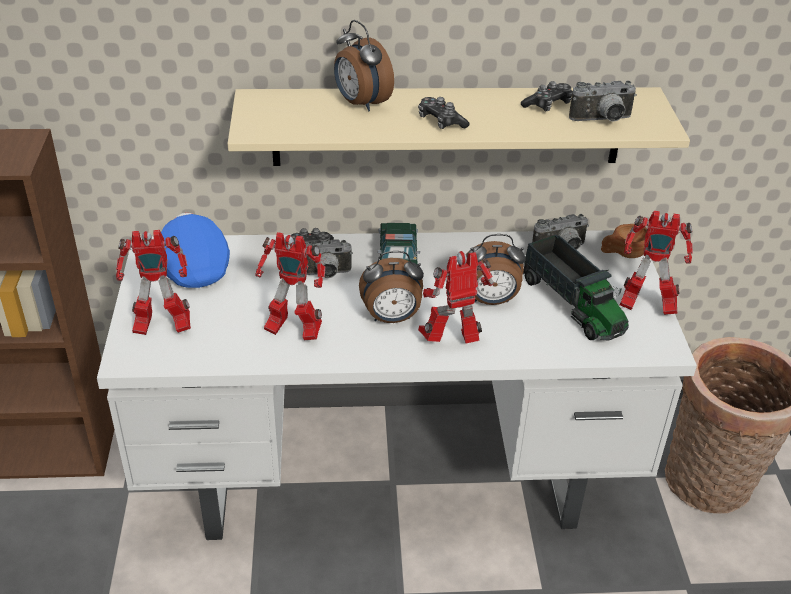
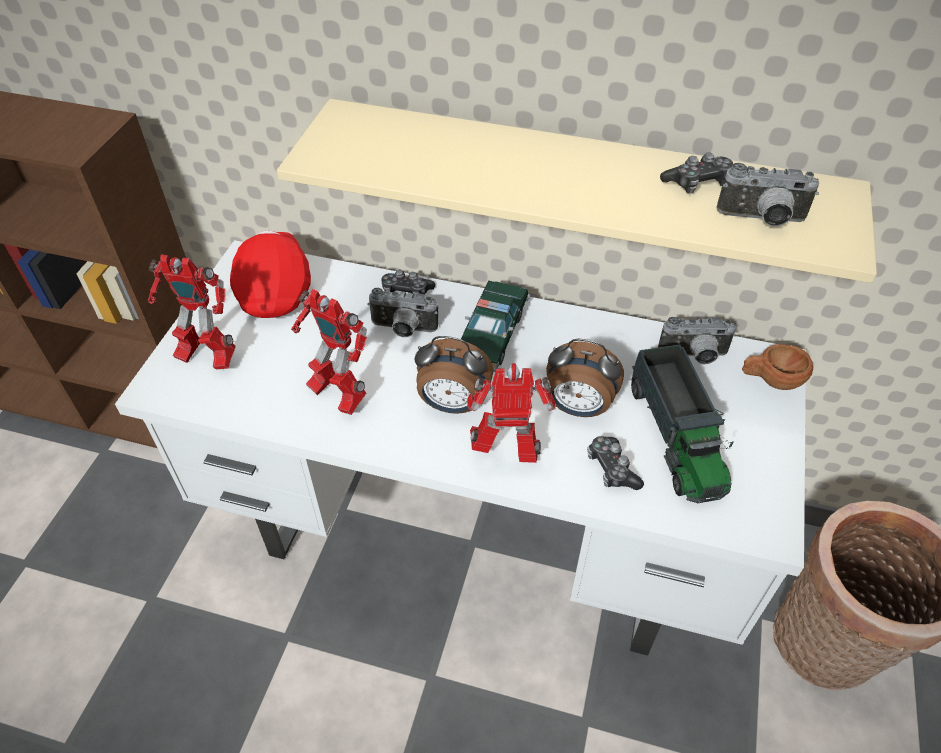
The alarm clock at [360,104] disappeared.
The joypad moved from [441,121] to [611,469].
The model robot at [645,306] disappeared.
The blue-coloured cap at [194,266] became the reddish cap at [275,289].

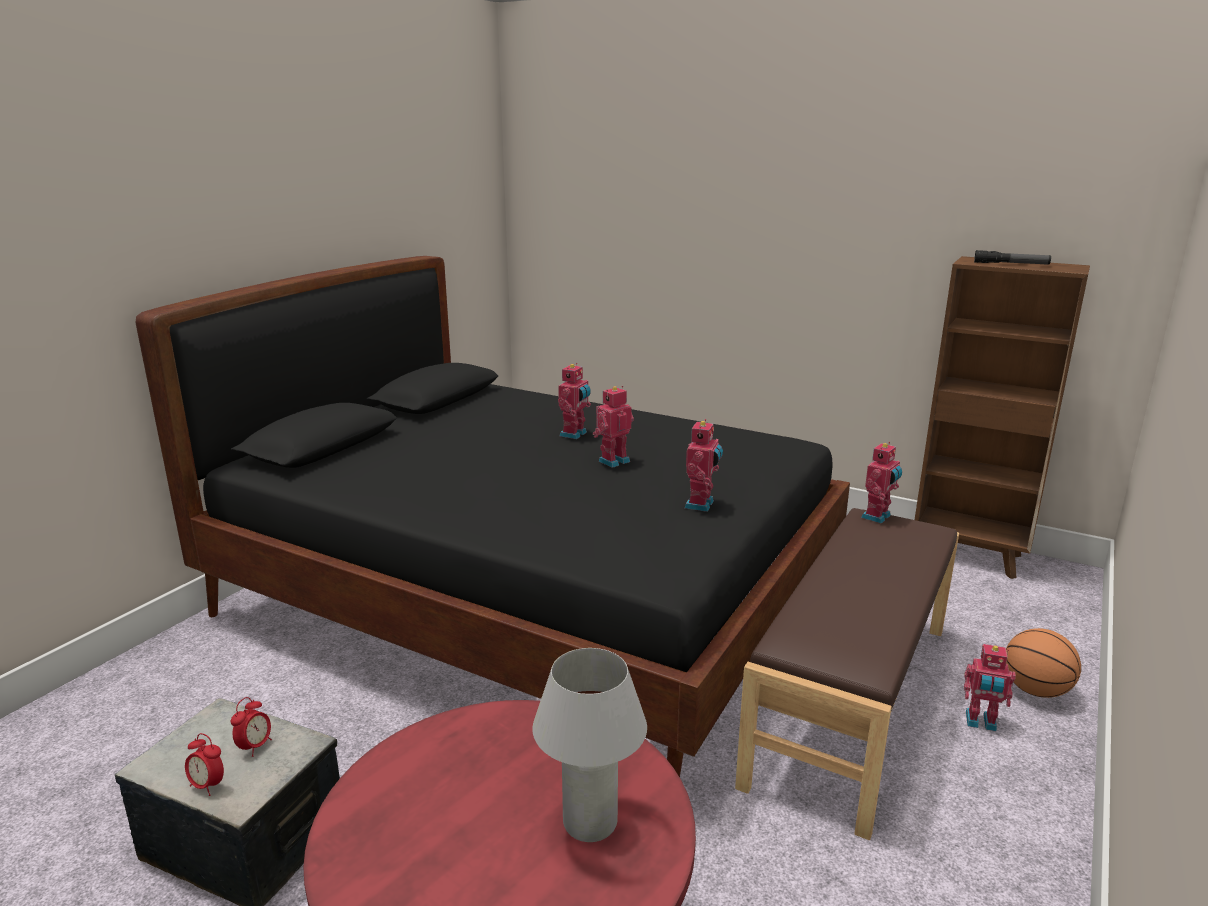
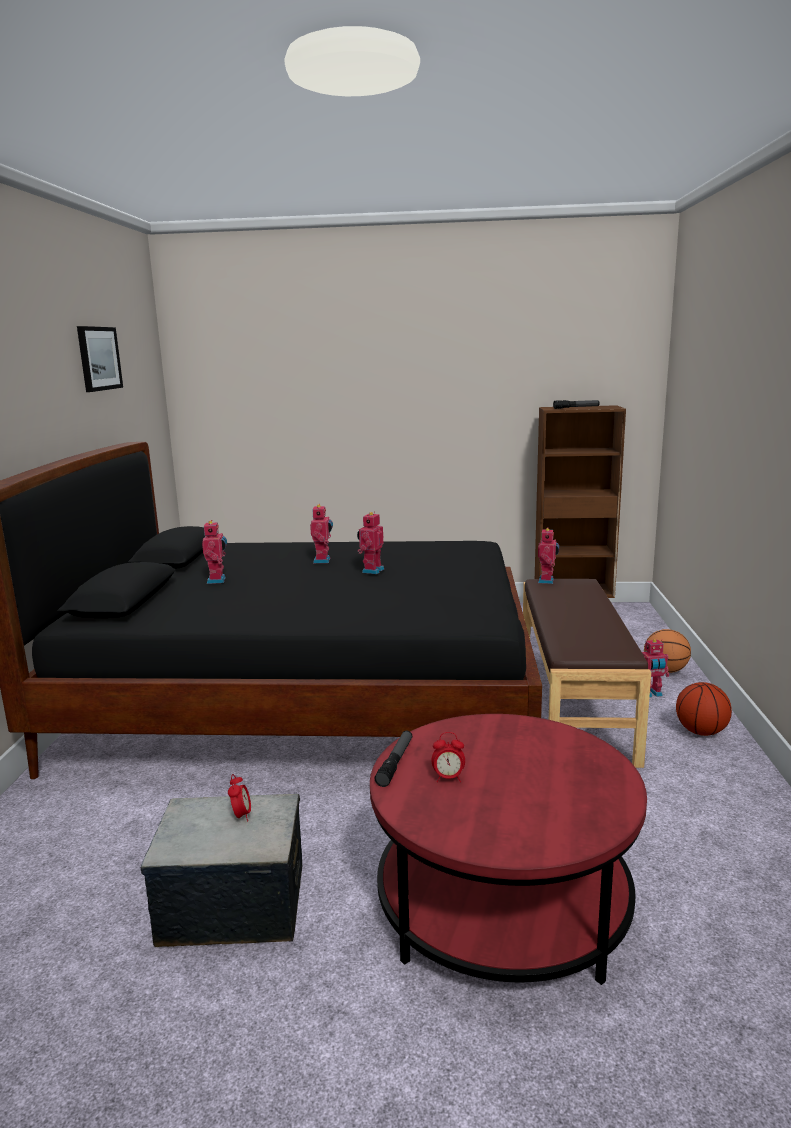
The model robot moved from [701,505] to [218,580].
The white-coloured table lamp at [590,823] disappeared.
The alarm clock moved from [208,785] to [448,778].
The picture at [98,358] appeared.
The ball for basketball at [700,732] appeared.
The torch at [395,763] appeared.

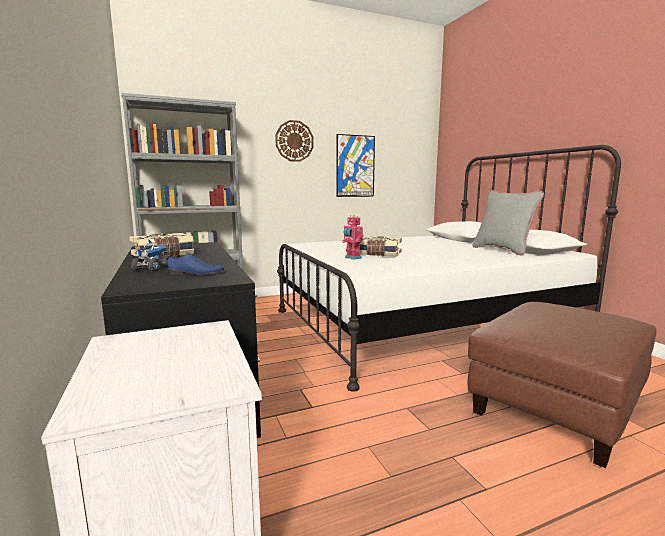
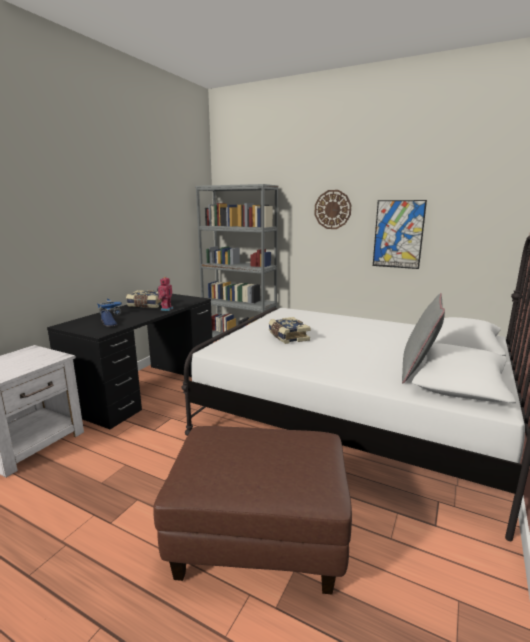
The model robot moved from [352,258] to [166,309].

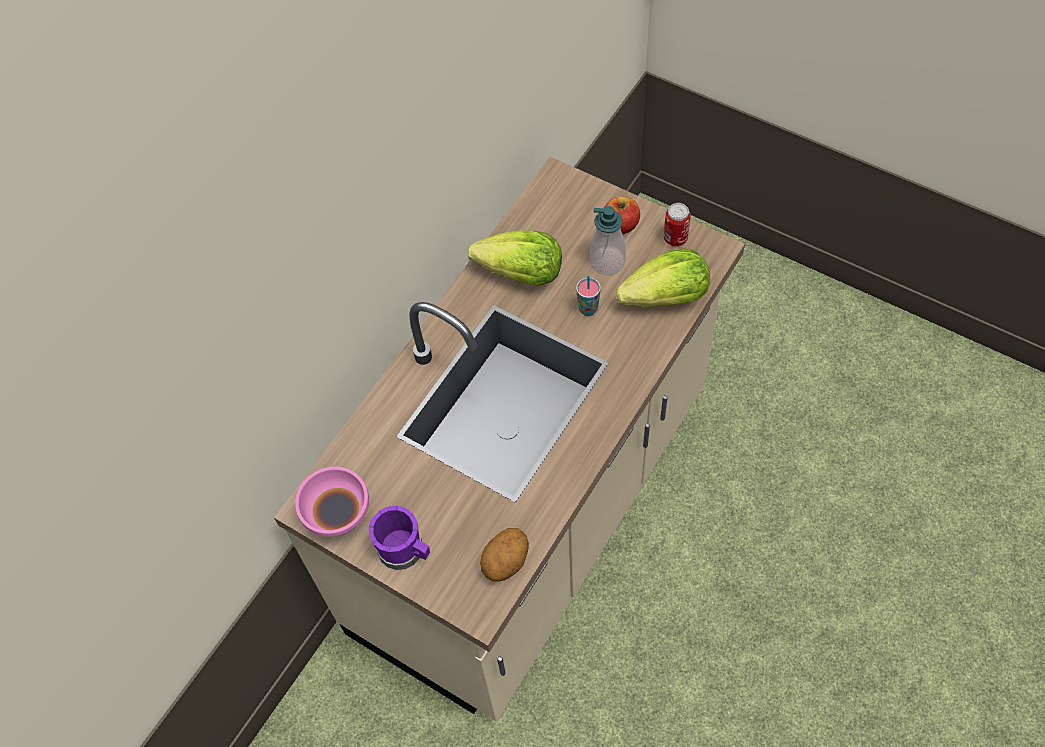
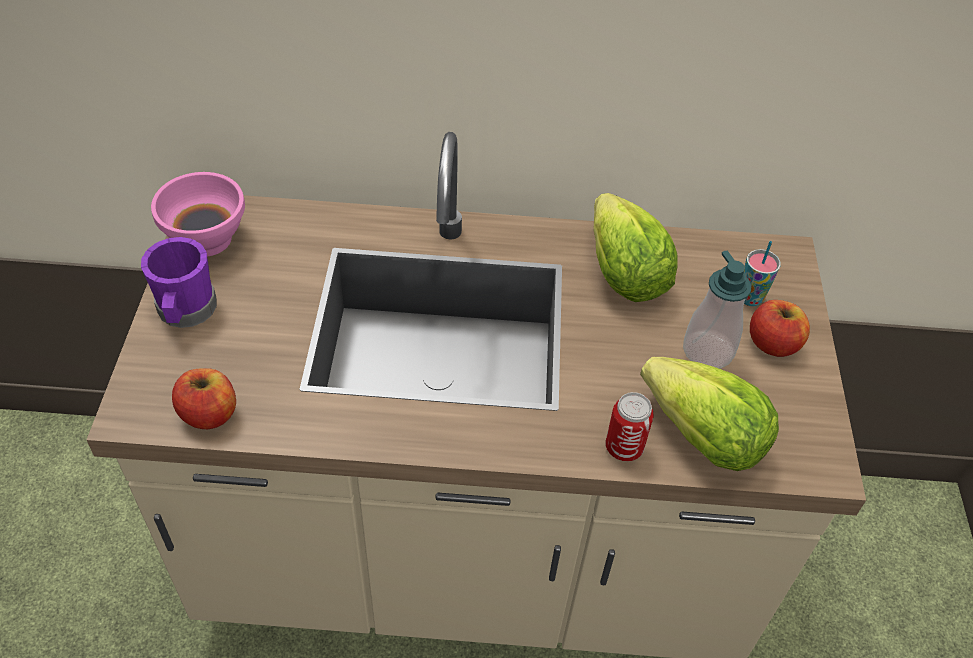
The sealed can moved from [675,238] to [624,447].
The drinking cup moved from [588,309] to [750,298].
The spud at [506,562] was replaced by the apple at [209,414].

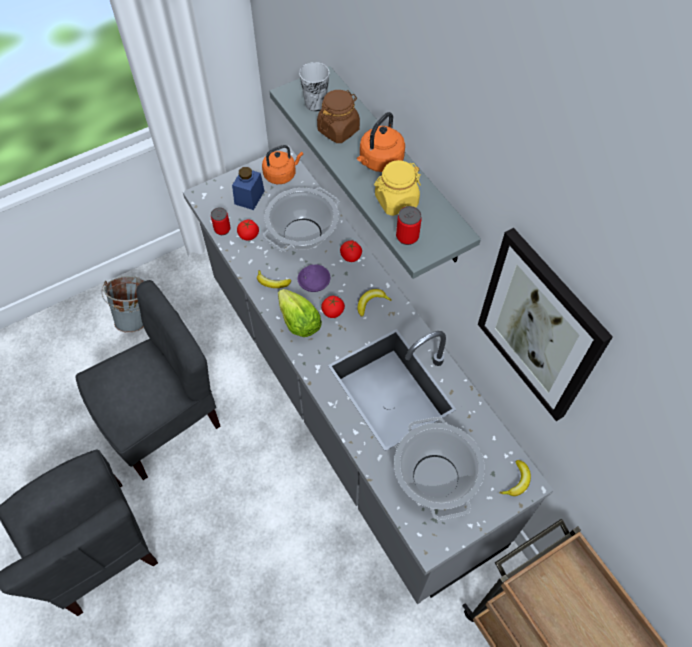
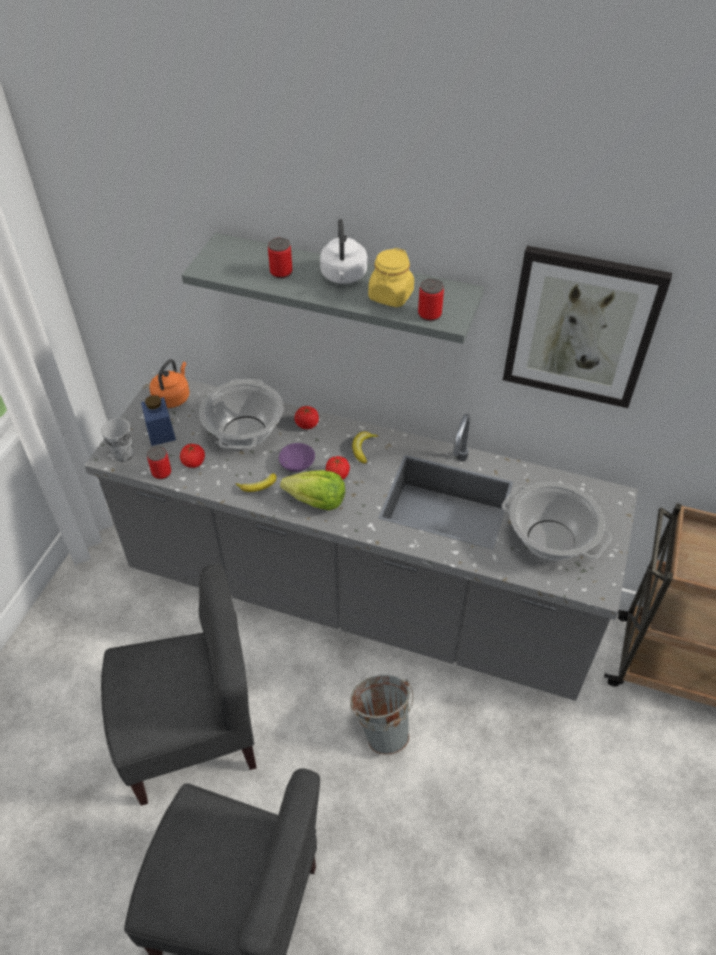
The drinking cup moved from [315,104] to [123,454].
The brown jar at [338,130] was replaced by the sealed can at [281,272].
The orange-coloured kettle at [379,162] became the white-coloured kettle at [343,277].
The gray pail moved from [136,316] to [381,728].
The gray plain chair at [163,420] turned 60 degrees clockwise.
The whole banana at [517,481] disappeared.

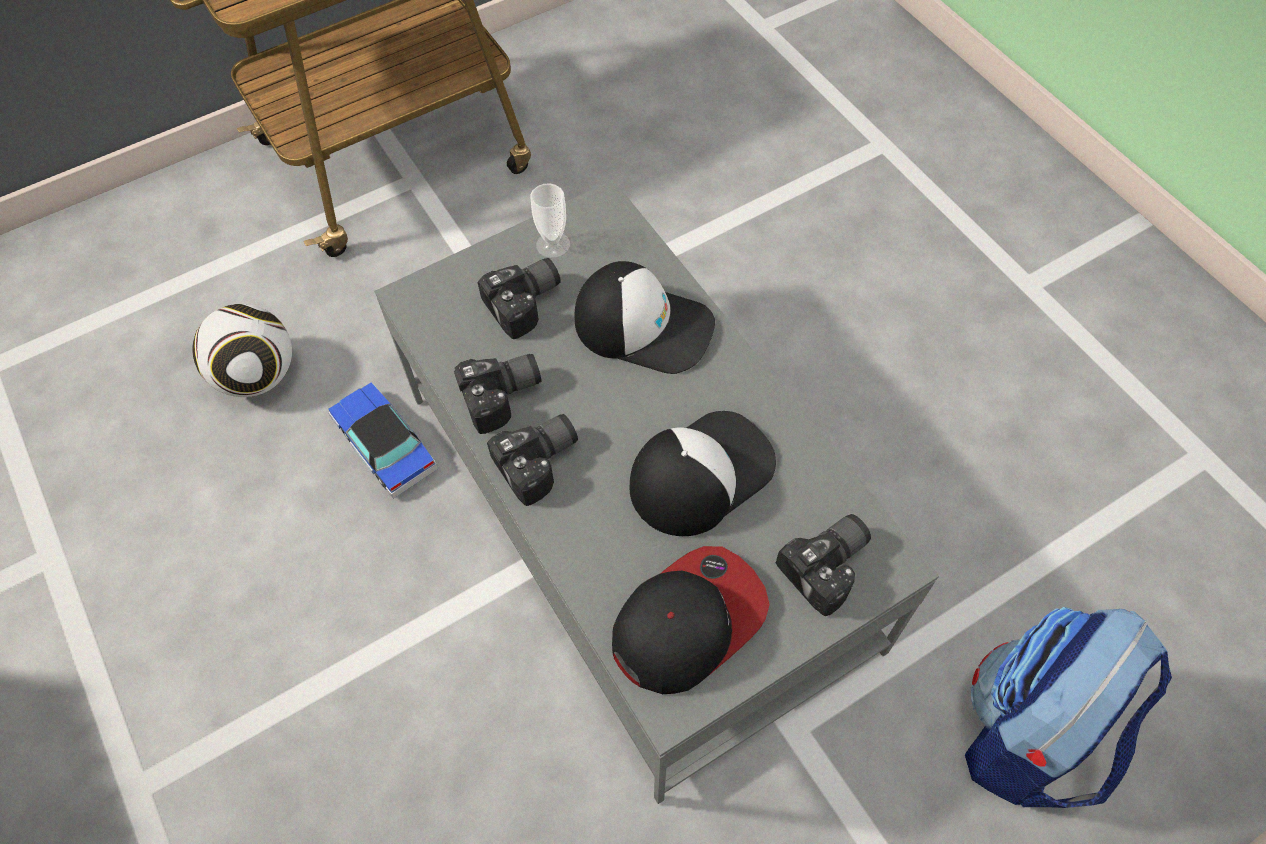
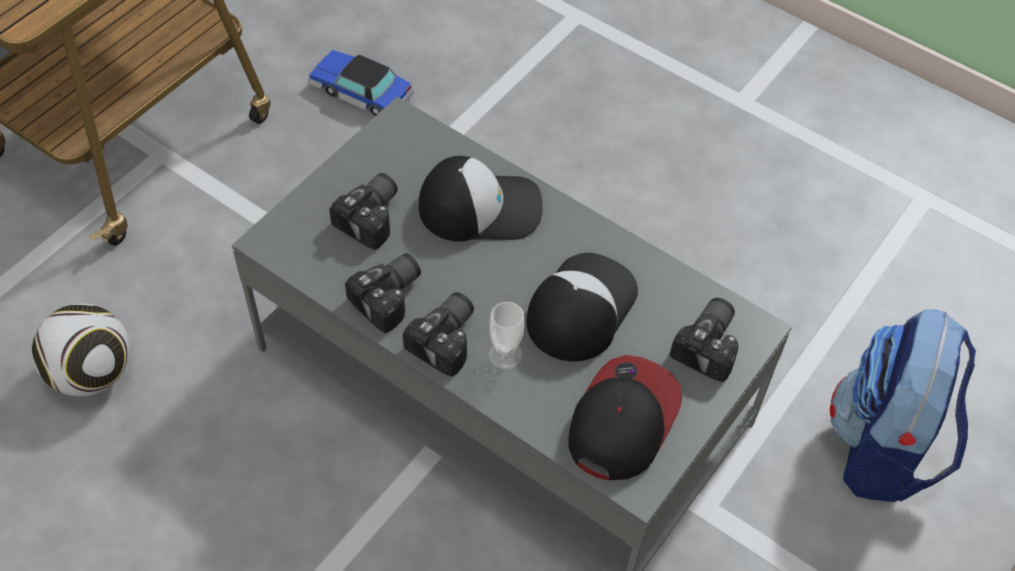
The drinking cup moved from [553,245] to [505,355].
The toy car moved from [385,445] to [361,92].

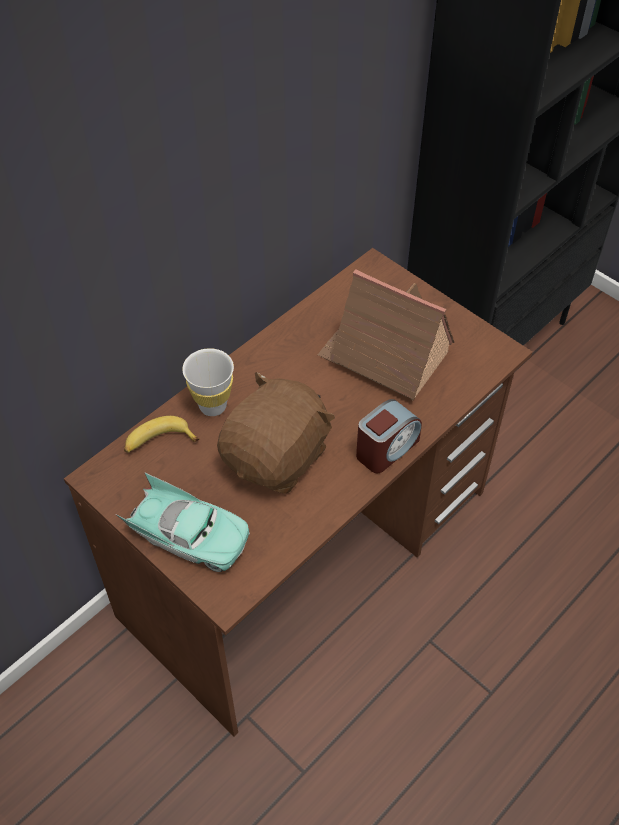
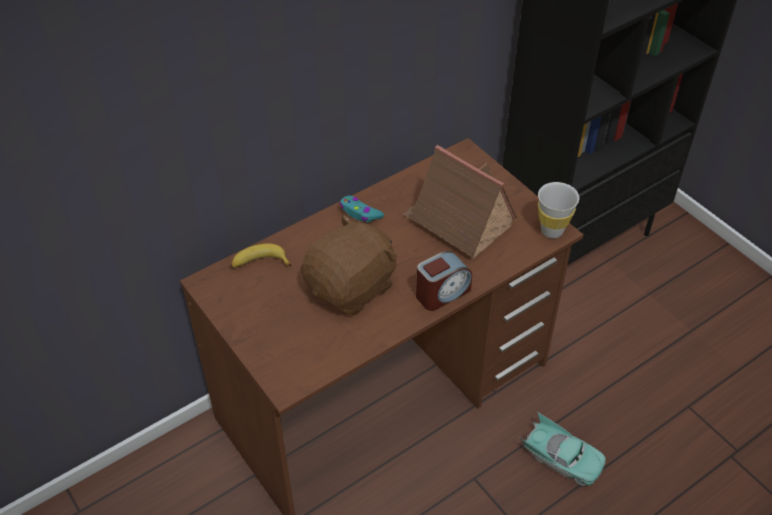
The white-coloured drinking cup moved from [213,406] to [552,231].
The turquoise toy car moved from [188,535] to [561,458].
The turquoise joypad at [360,213] appeared.

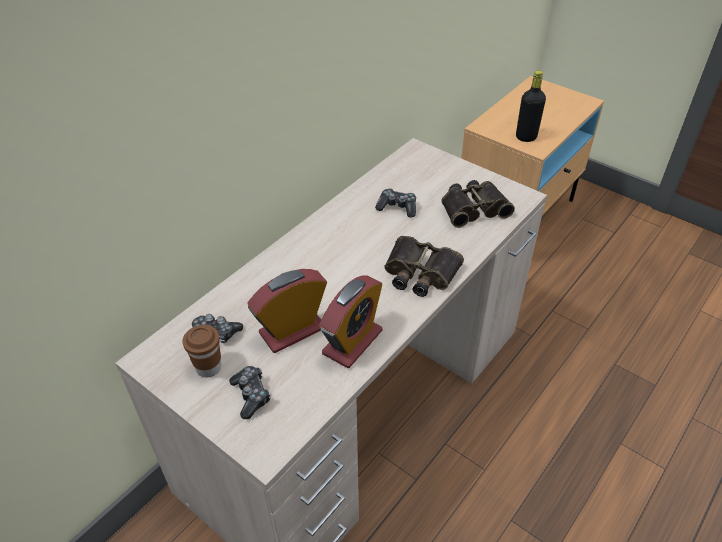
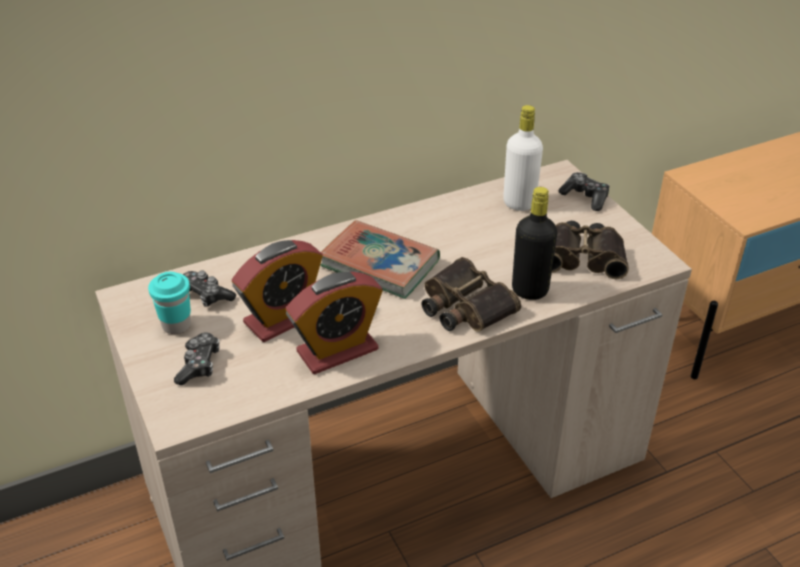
The black-coloured bottle moved from [526,137] to [530,290].
The joypad moved from [397,207] to [585,197].
The alarm clock at [292,331] turned 150 degrees clockwise.
The brown drinking cup at [208,368] became the turquoise drinking cup at [176,325].
The white-coloured bottle at [519,203] appeared.
The volume at [380,264] appeared.

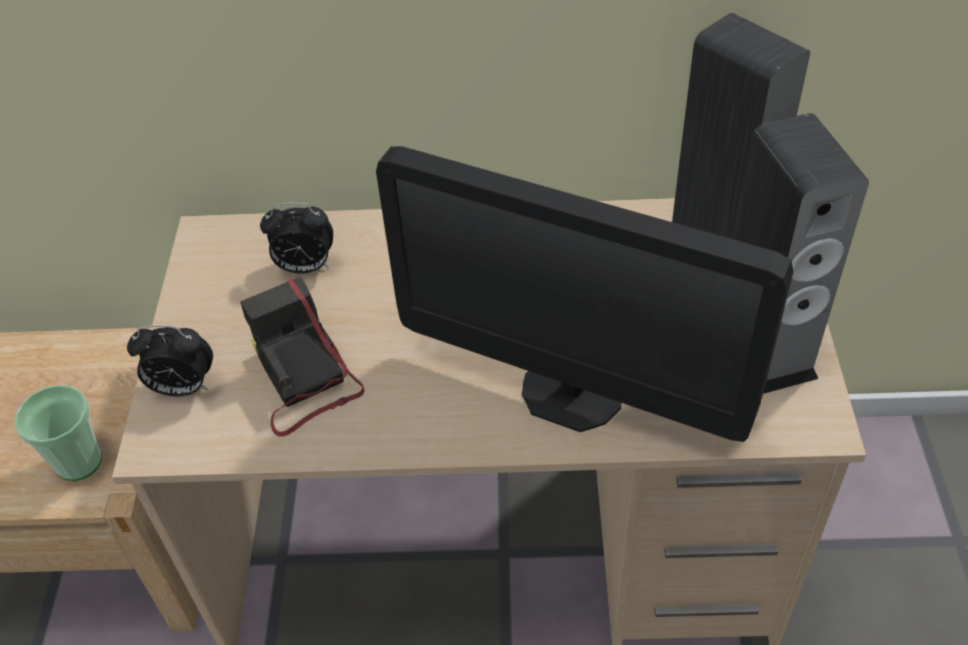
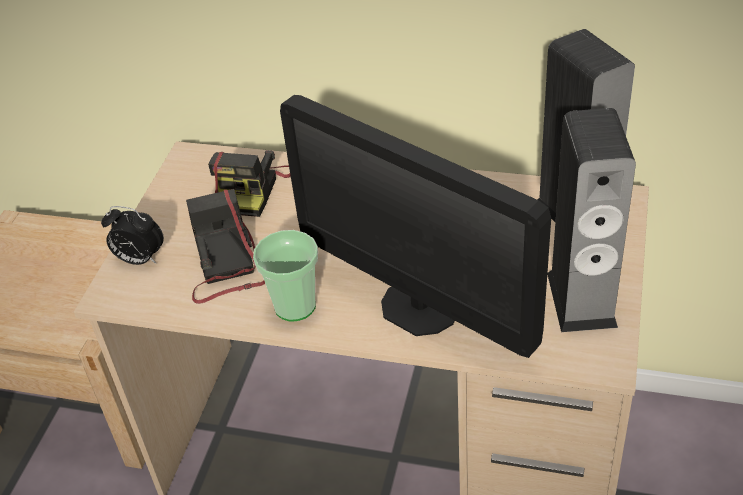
The alarm clock at [305,267] was replaced by the photo camera at [252,189].
The drinking cup moved from [79,462] to [295,306].

